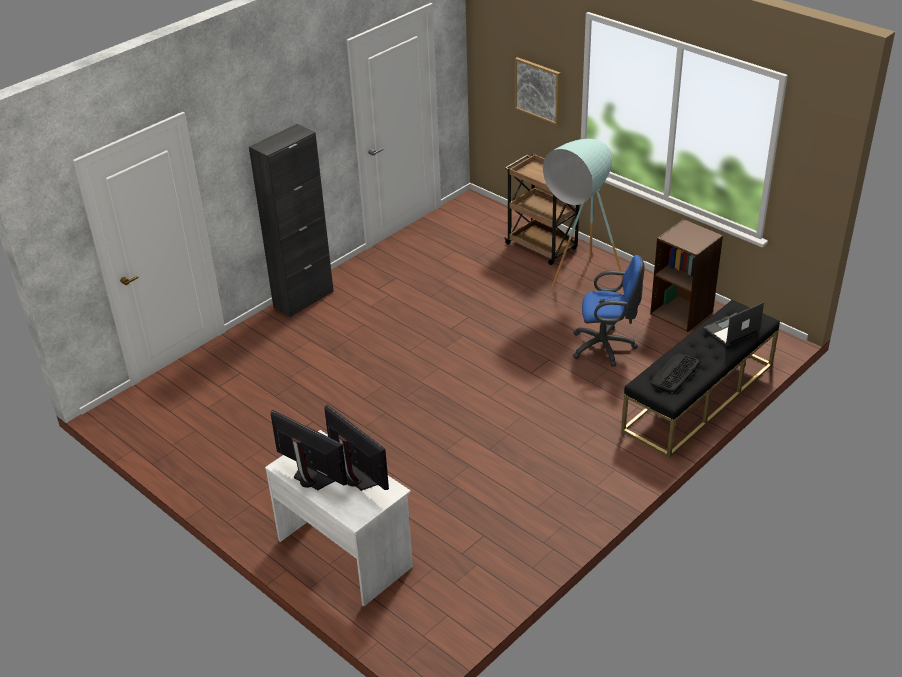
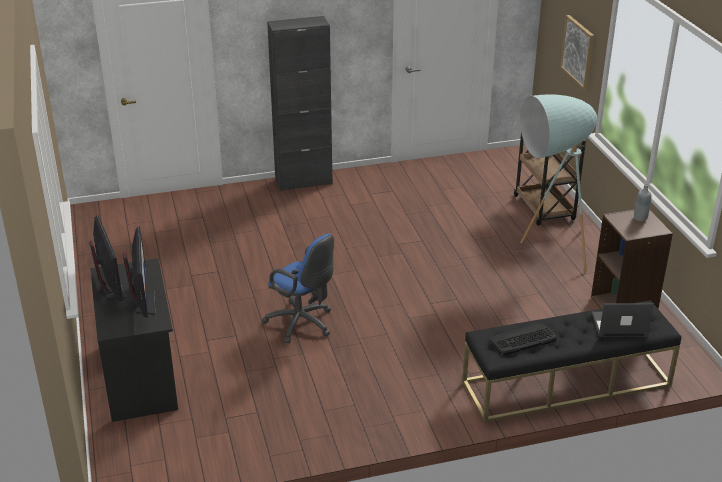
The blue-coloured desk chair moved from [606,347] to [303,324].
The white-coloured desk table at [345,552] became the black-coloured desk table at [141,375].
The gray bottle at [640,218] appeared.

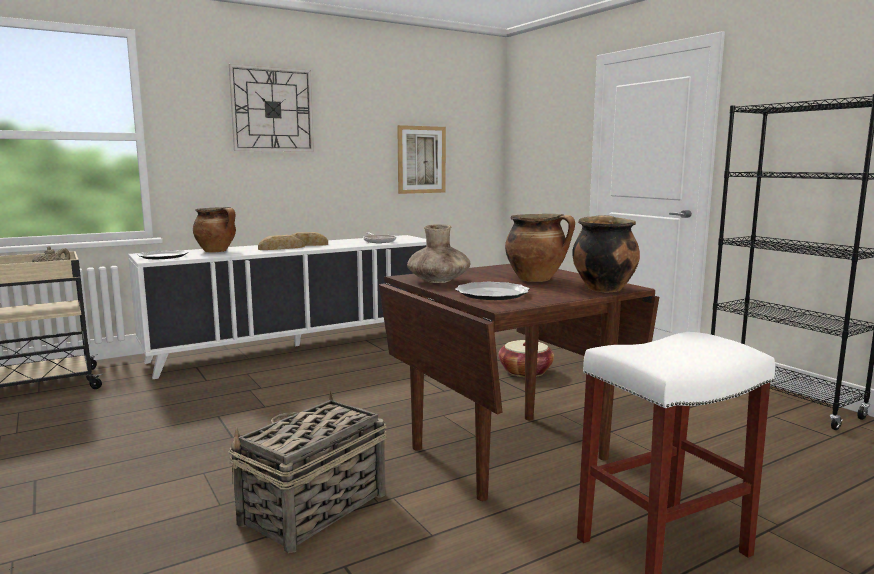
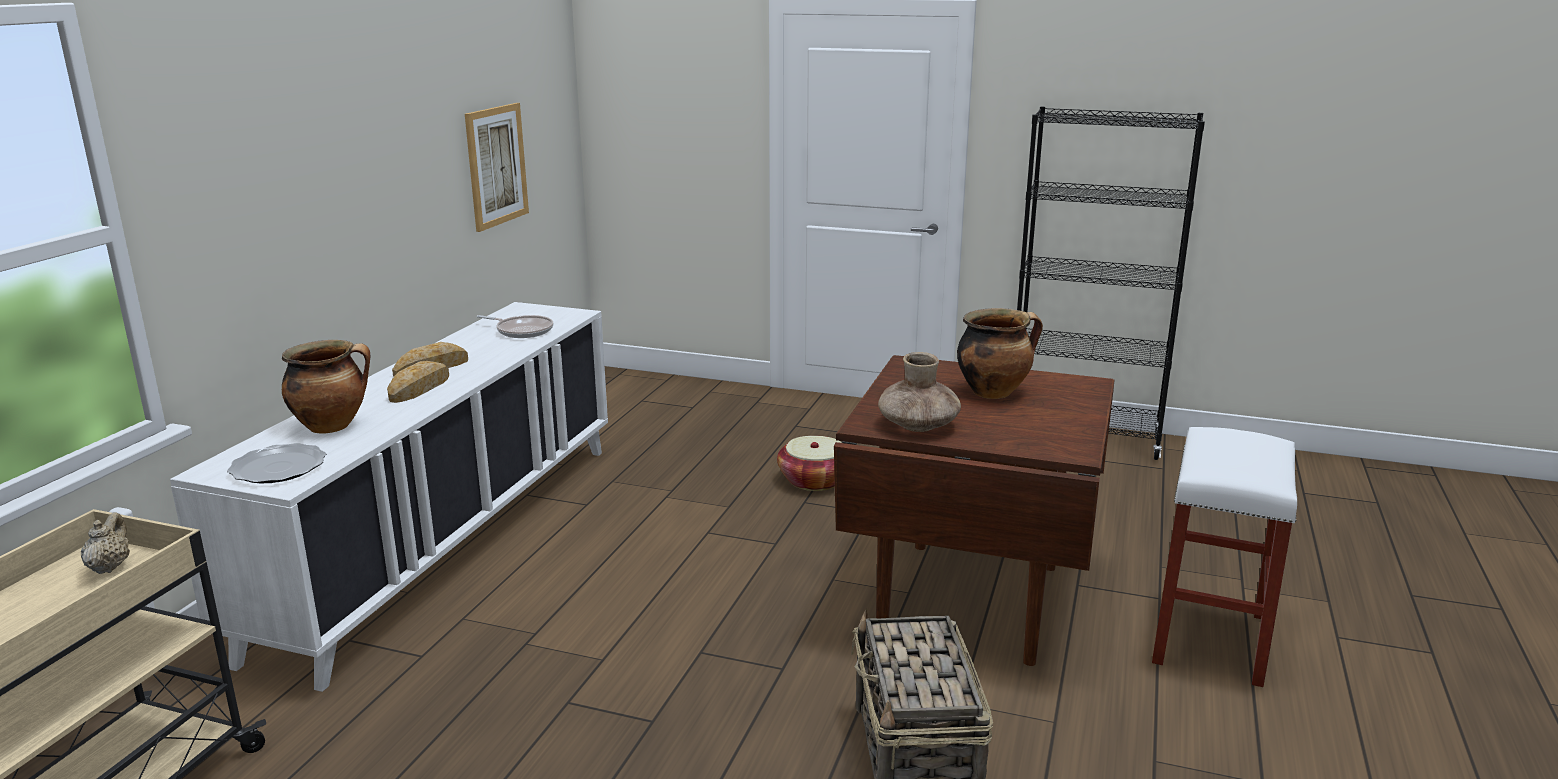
The hanging clock at [272,109] disappeared.
The cooking pot at [603,288] disappeared.
The flat dish at [492,294] disappeared.

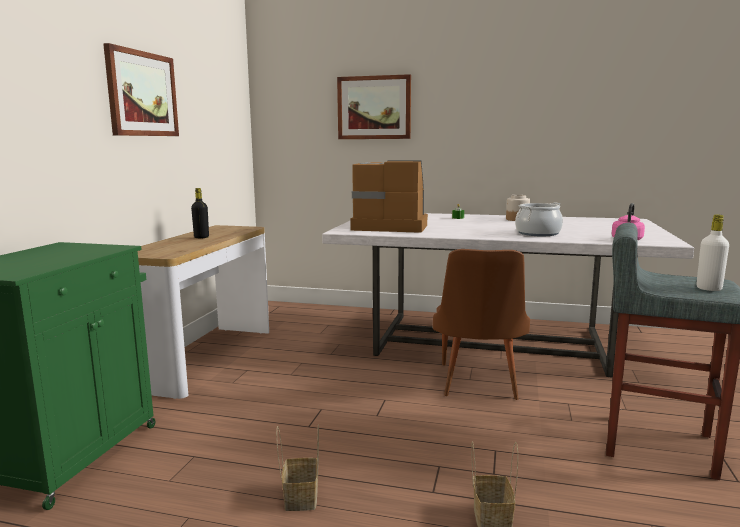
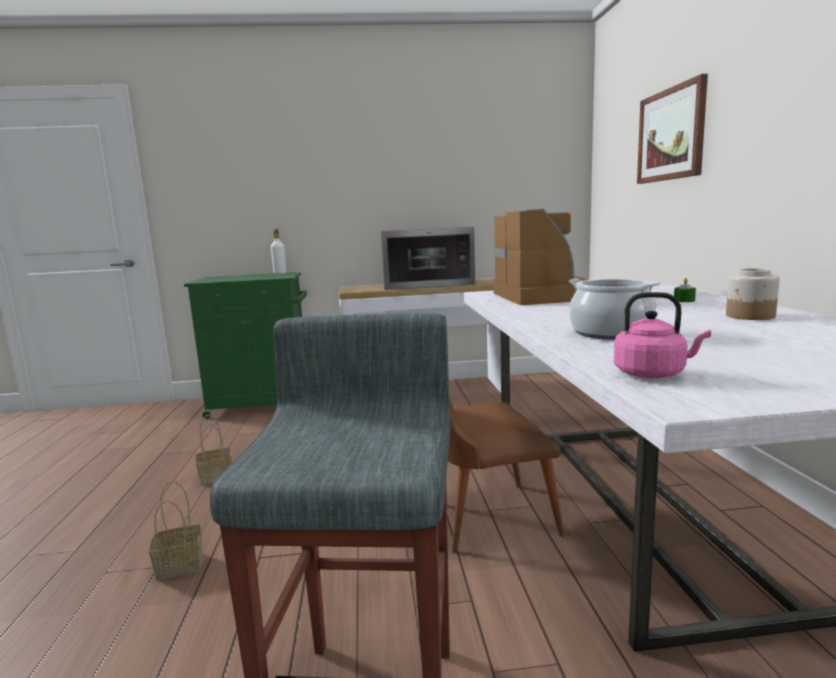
The picture at [142,94] disappeared.
The black-coloured bottle at [201,237] was replaced by the microwave at [427,284].
The white-coloured bottle moved from [709,289] to [280,273].

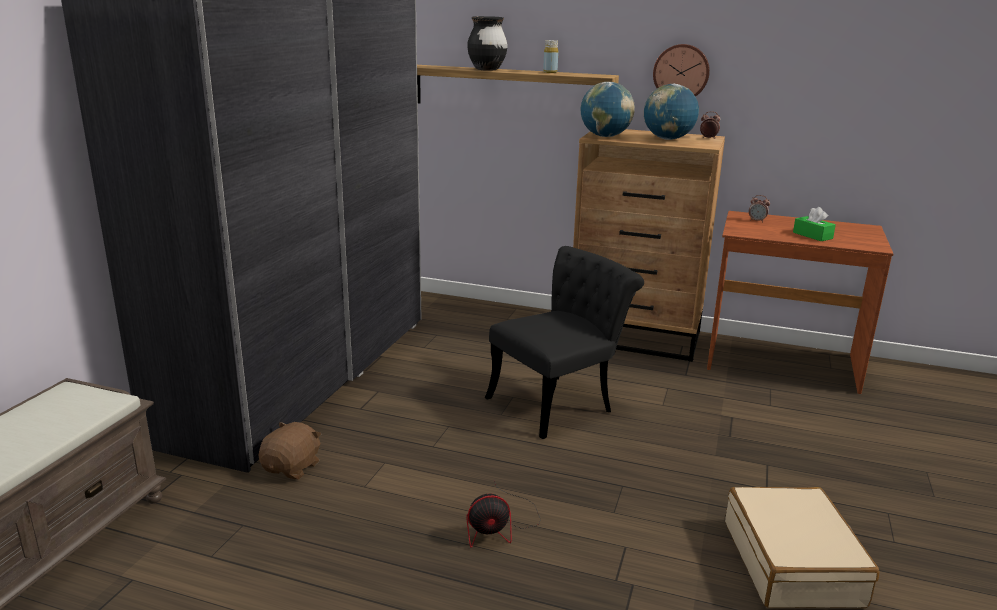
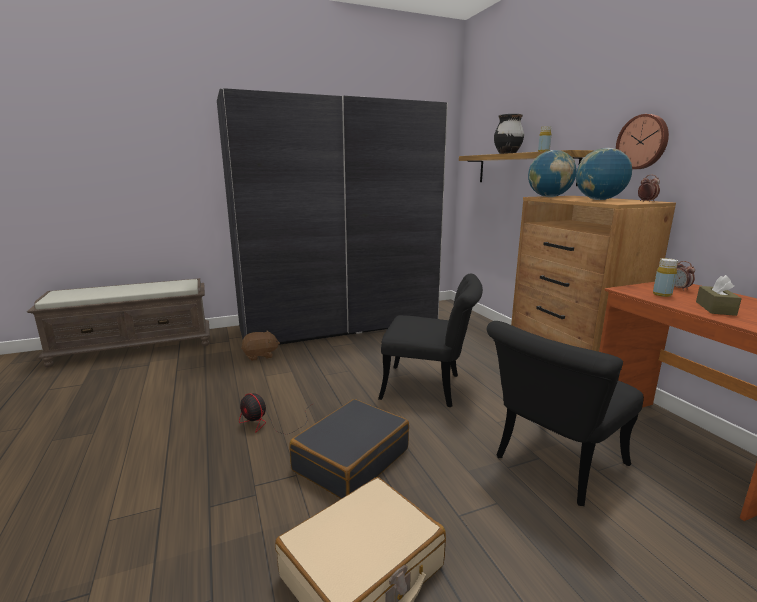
The green-coloured tissue box at [812,235] became the brown tissue box at [715,308].
The yellow bottle at [662,294] appeared.
The black-coloured plain chair at [553,466] appeared.
The black-coloured piece of luggage at [351,459] appeared.

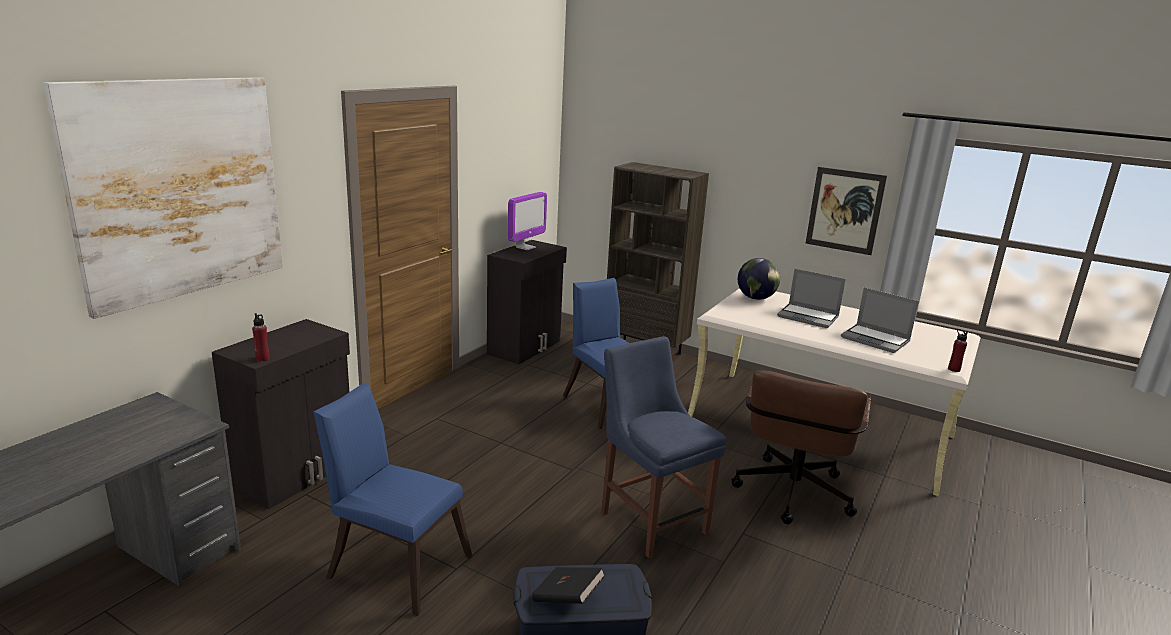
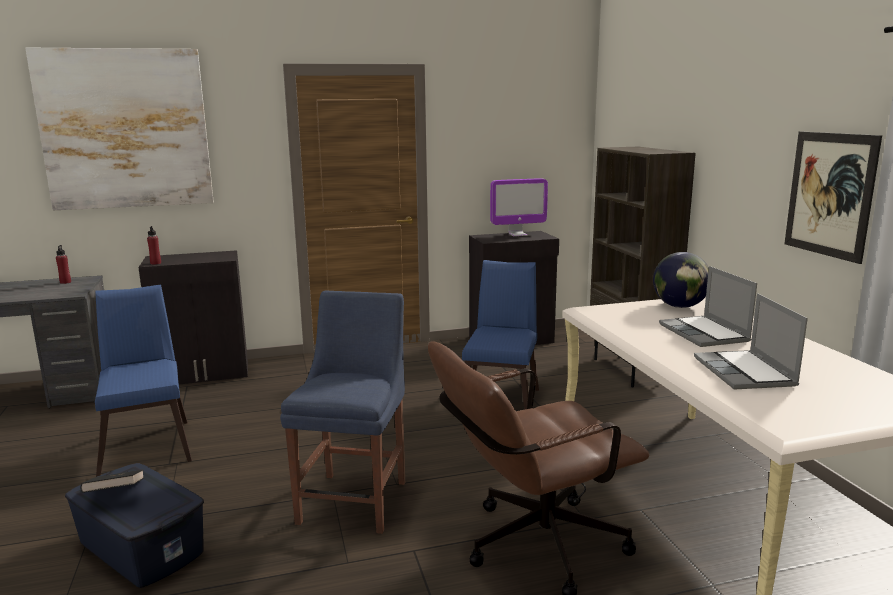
The reddish bottle moved from [954,369] to [65,282].

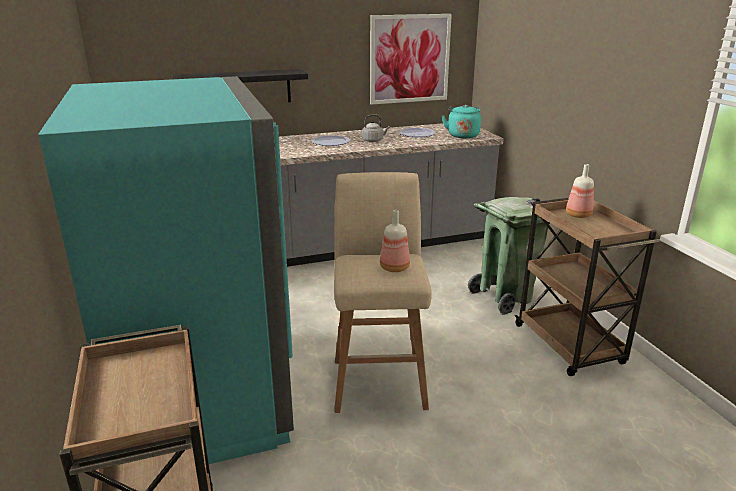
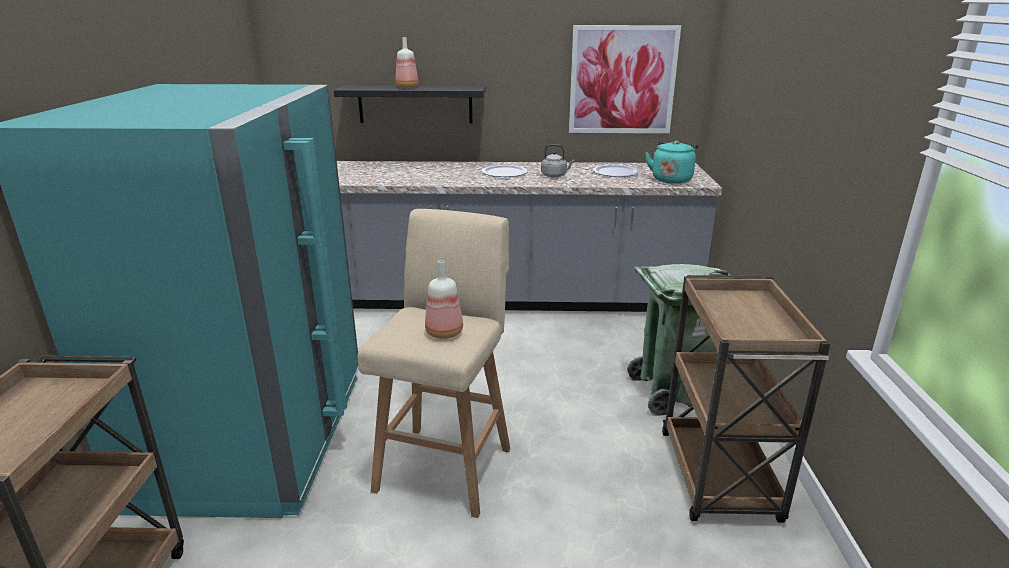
The bottle moved from [577,215] to [406,87].

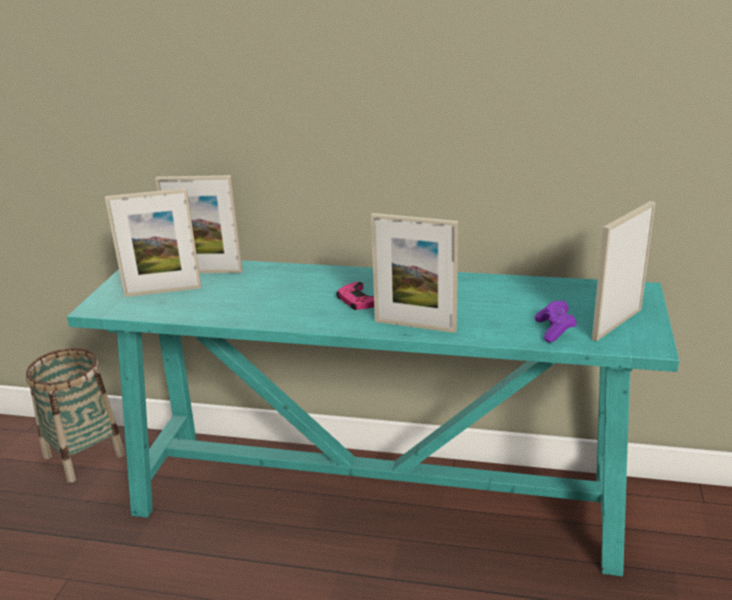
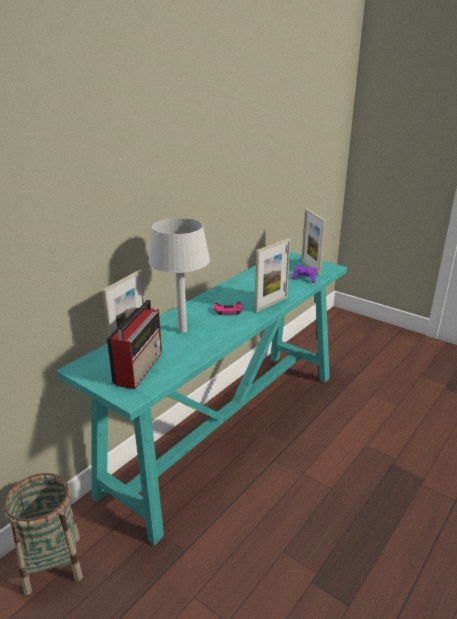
The standing frame at [163,291] was replaced by the radio at [139,367].
The gray table lamp at [183,330] appeared.

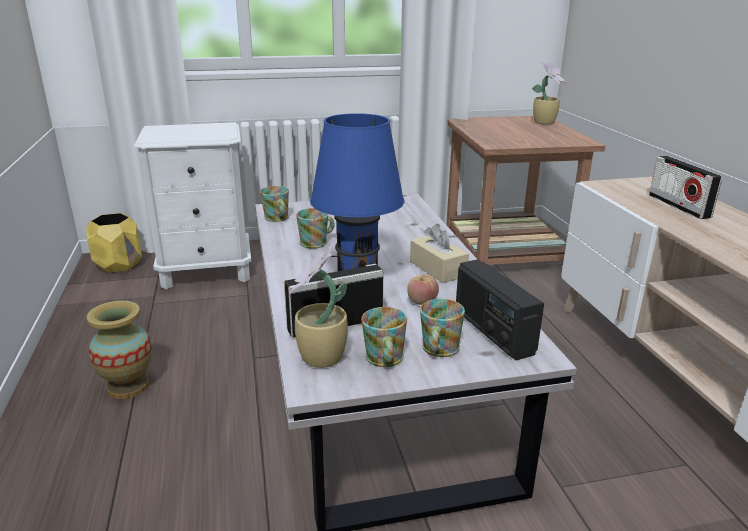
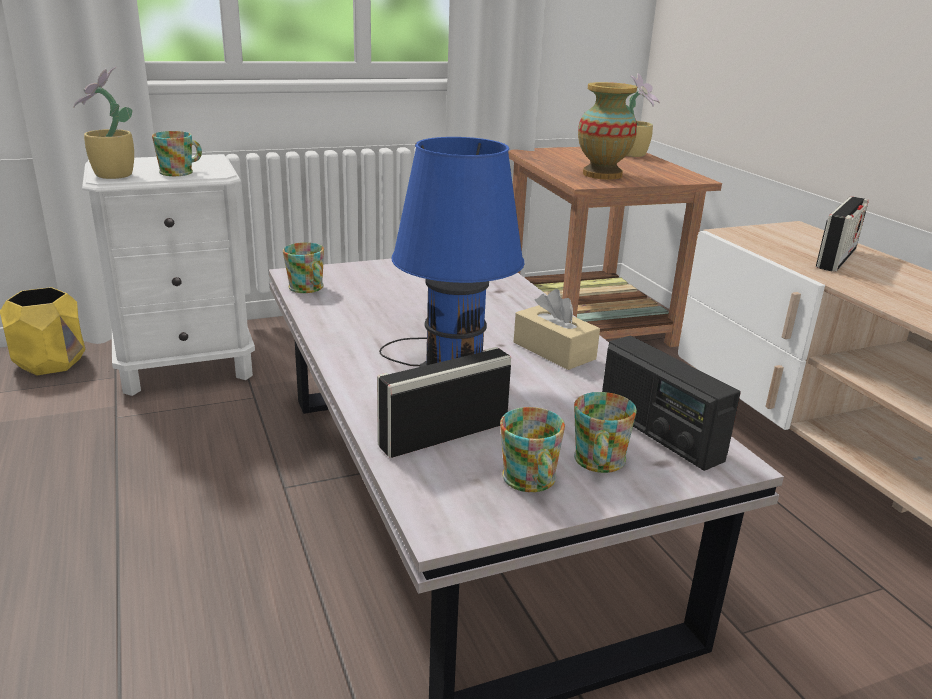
The radio at [678,206] turned 120 degrees counterclockwise.
The tea mug moved from [317,242] to [181,172].
The houseplant moved from [321,359] to [112,176].
The apple at [421,302] disappeared.
The vase moved from [128,386] to [602,174].

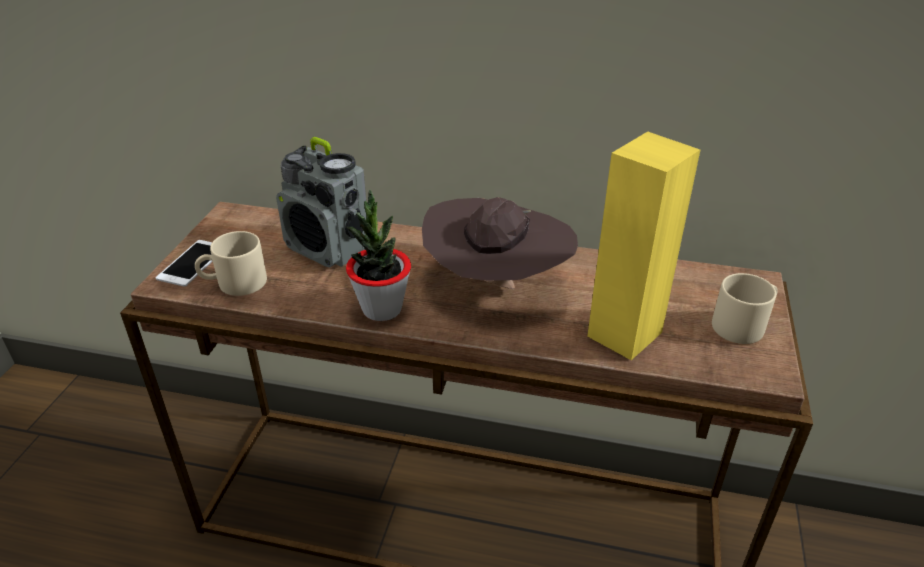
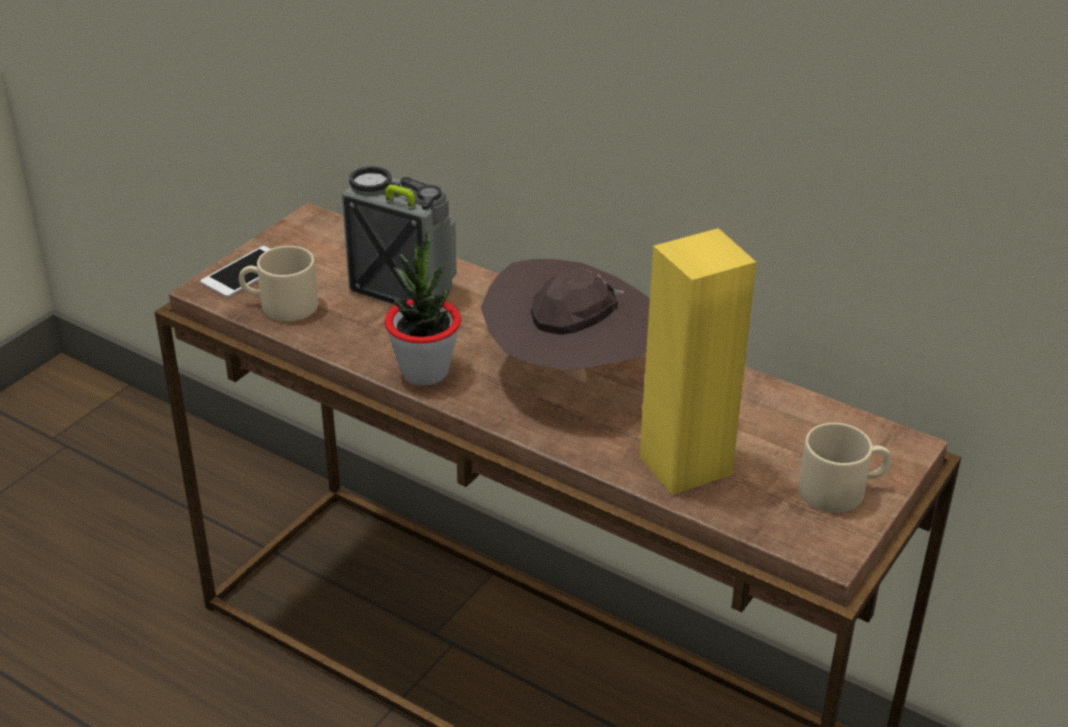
The radio at [328,249] turned 150 degrees clockwise.

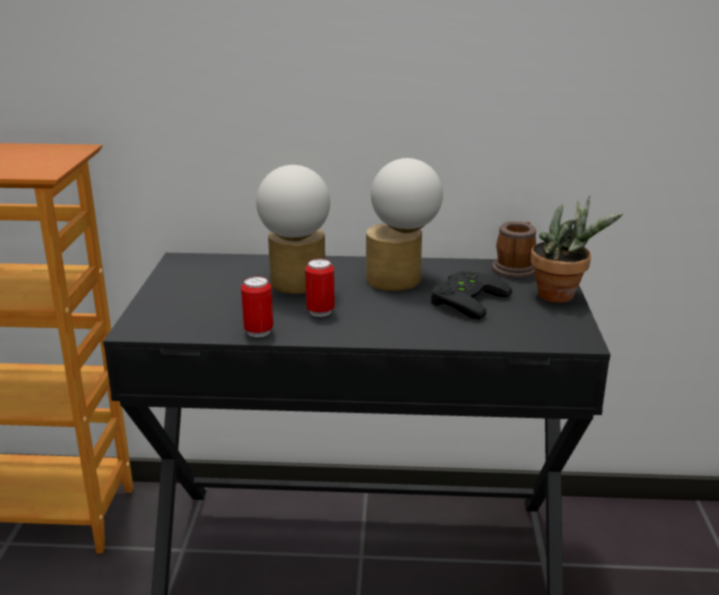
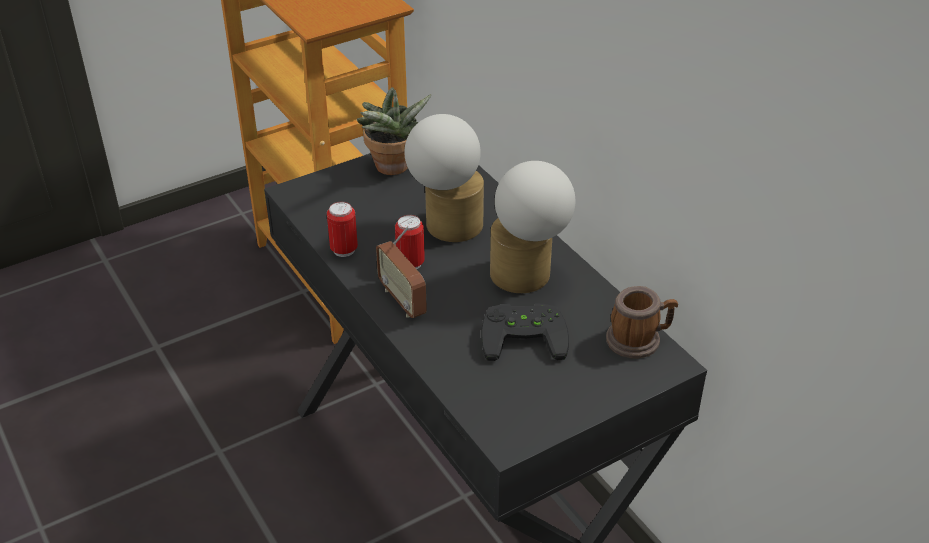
The houseplant moved from [562,296] to [392,169].
The radio at [403,301] appeared.

